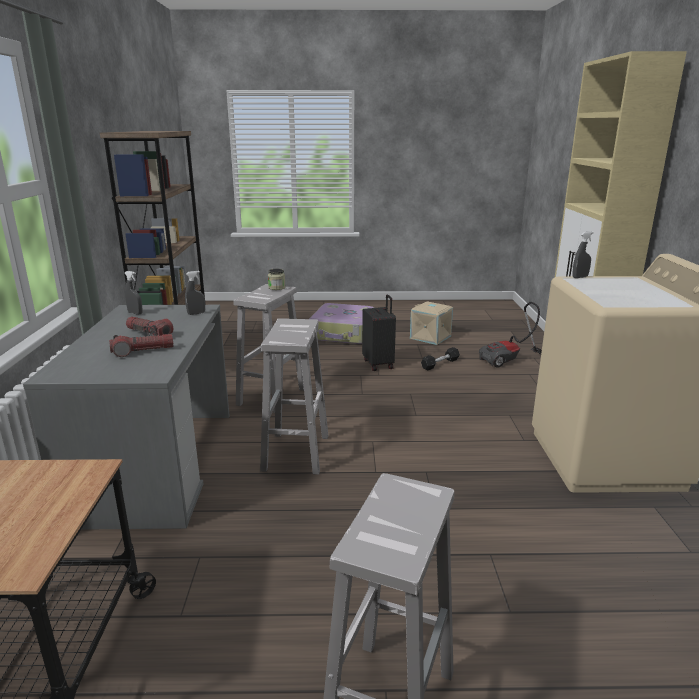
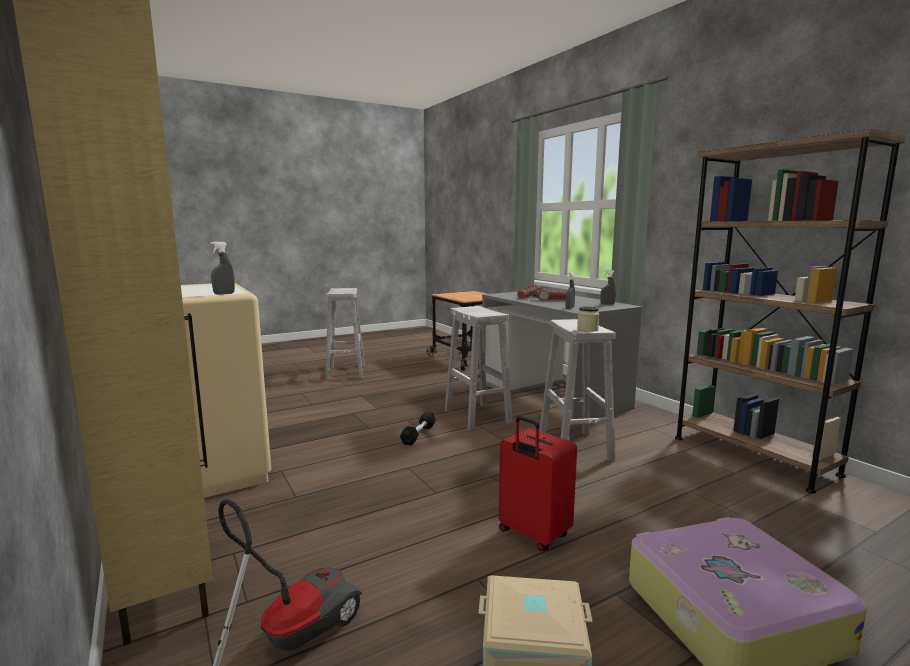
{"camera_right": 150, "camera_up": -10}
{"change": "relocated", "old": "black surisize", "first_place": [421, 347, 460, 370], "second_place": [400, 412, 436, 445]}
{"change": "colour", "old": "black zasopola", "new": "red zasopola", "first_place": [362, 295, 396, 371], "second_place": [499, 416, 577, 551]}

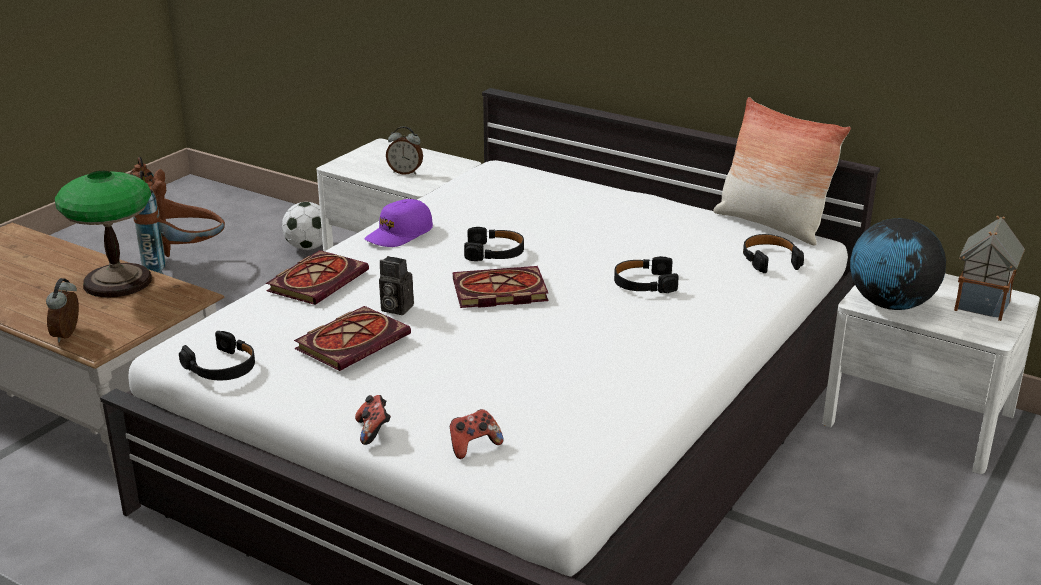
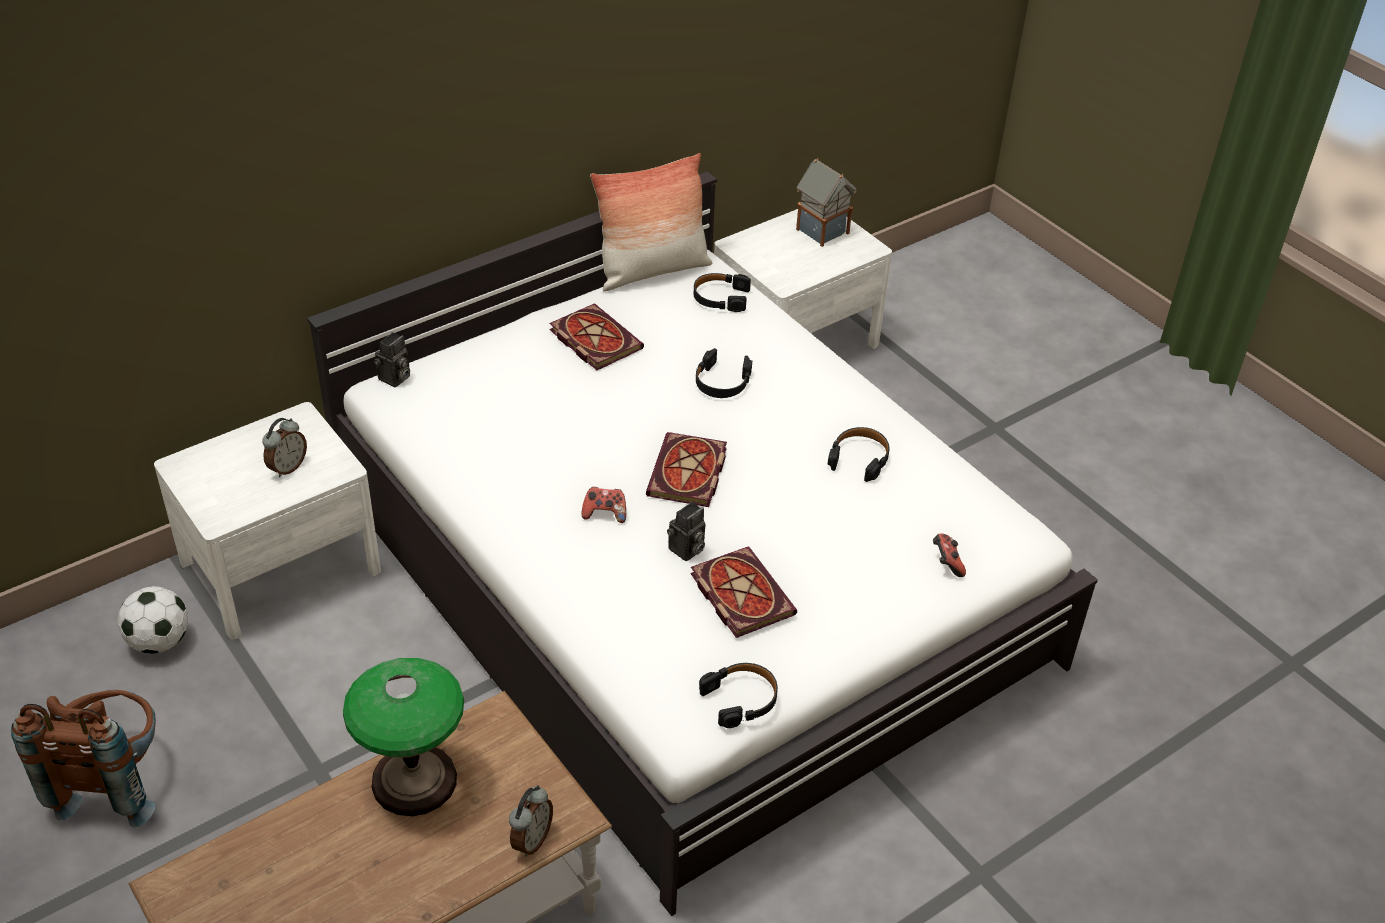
{"camera_right": -70, "camera_up": 15}
{"change": "appeared", "new": "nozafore", "second_place": [374, 332, 410, 387]}
{"change": "spun", "old": "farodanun", "first_place": [46, 278, 79, 342], "second_place": [509, 785, 553, 857], "degrees": -90}
{"change": "relocated", "old": "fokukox", "first_place": [266, 250, 369, 305], "second_place": [549, 303, 644, 370]}
{"change": "relocated", "old": "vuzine", "first_place": [355, 395, 391, 445], "second_place": [581, 487, 626, 523]}
{"change": "relocated", "old": "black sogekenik", "first_place": [464, 227, 524, 261], "second_place": [828, 427, 890, 482]}
{"change": "missing", "old": "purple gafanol", "first_place": [364, 199, 433, 247]}
{"change": "missing", "old": "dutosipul", "first_place": [850, 218, 946, 310]}

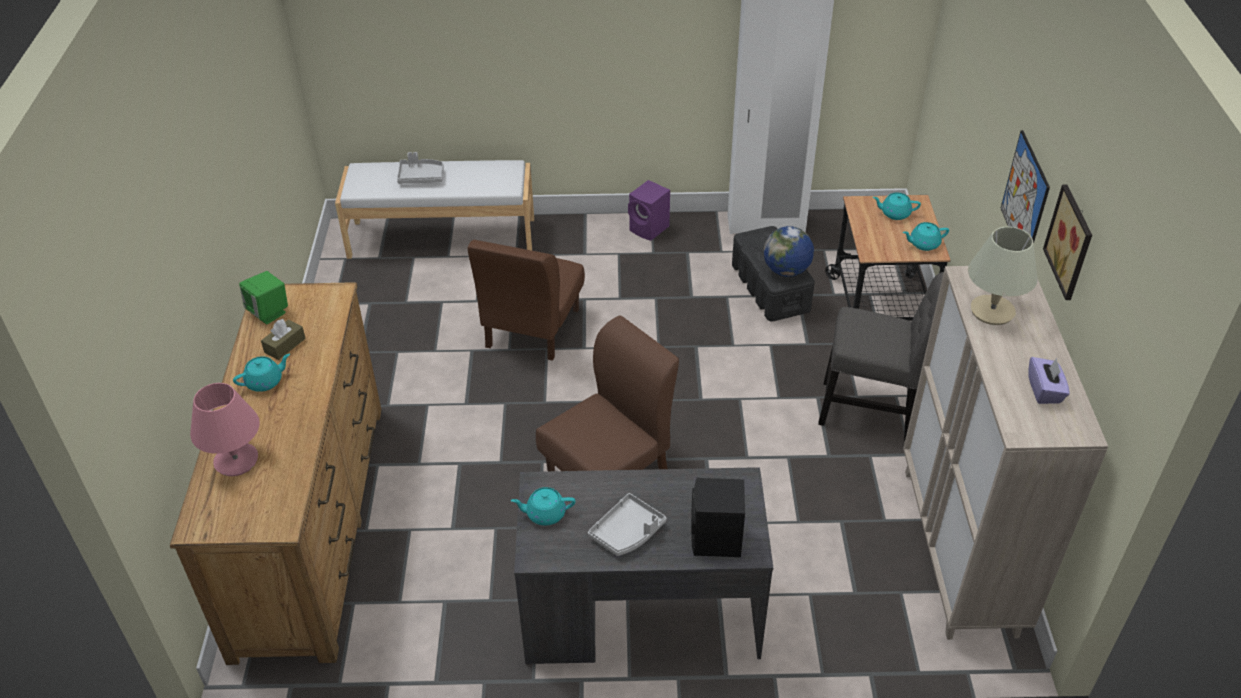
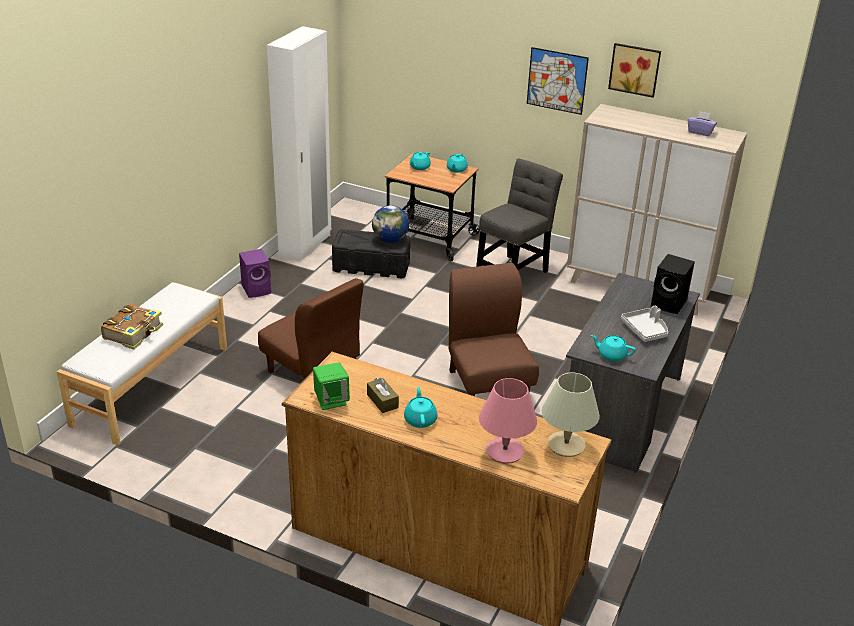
{"camera_right": -65, "camera_up": -10}
{"change": "exchanged", "old": "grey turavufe", "new": "fokukox", "first_place": [397, 152, 444, 184], "second_place": [101, 304, 163, 350]}
{"change": "relocated", "old": "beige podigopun", "first_place": [968, 227, 1038, 325], "second_place": [542, 372, 600, 457]}
{"change": "spun", "old": "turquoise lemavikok", "first_place": [511, 487, 575, 525], "second_place": [591, 335, 636, 361], "degrees": 90}

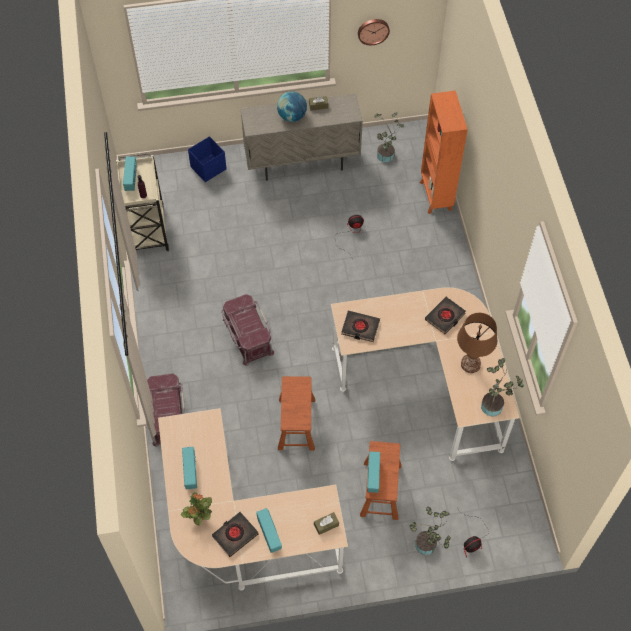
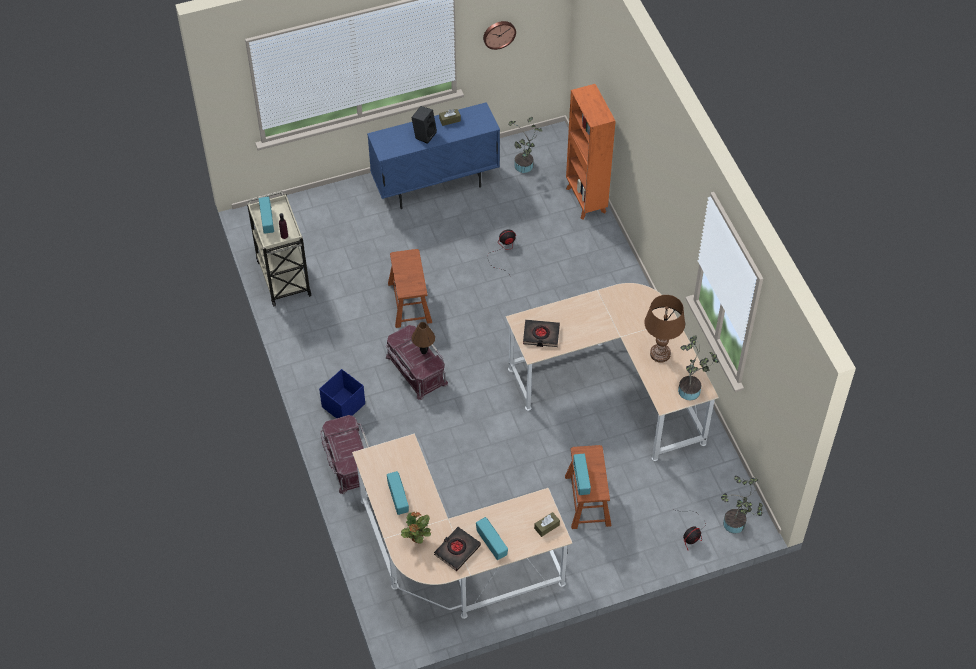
{"camera_right": -10, "camera_up": -5}
{"change": "relocated", "old": "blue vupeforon", "first_place": [188, 136, 227, 182], "second_place": [319, 369, 365, 418]}
{"change": "colour", "old": "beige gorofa", "new": "blue gorofa", "first_place": [240, 93, 363, 181], "second_place": [367, 102, 500, 209]}
{"change": "relocated", "old": "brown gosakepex", "first_place": [278, 376, 315, 451], "second_place": [388, 249, 432, 328]}
{"change": "exchanged", "old": "dutosipul", "new": "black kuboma", "first_place": [277, 91, 307, 122], "second_place": [411, 106, 437, 144]}
{"change": "appeared", "new": "brown podigopun", "second_place": [412, 322, 435, 354]}
{"change": "relocated", "old": "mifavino", "first_place": [410, 507, 451, 555], "second_place": [721, 476, 763, 534]}
{"change": "missing", "old": "black fokukox", "first_place": [425, 297, 466, 334]}

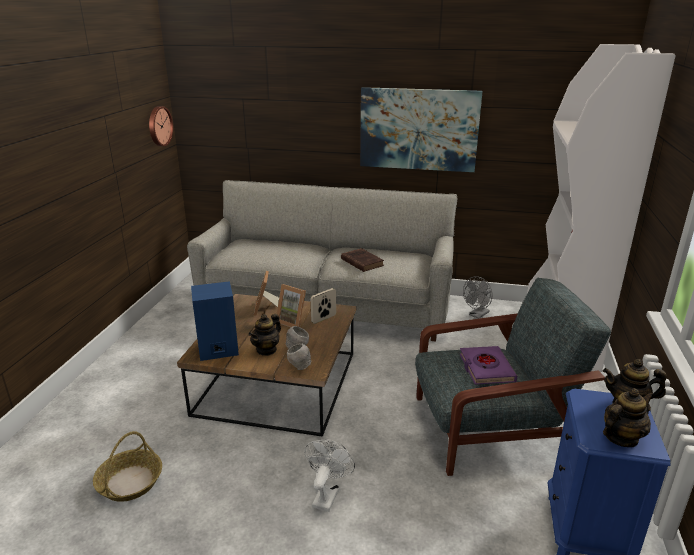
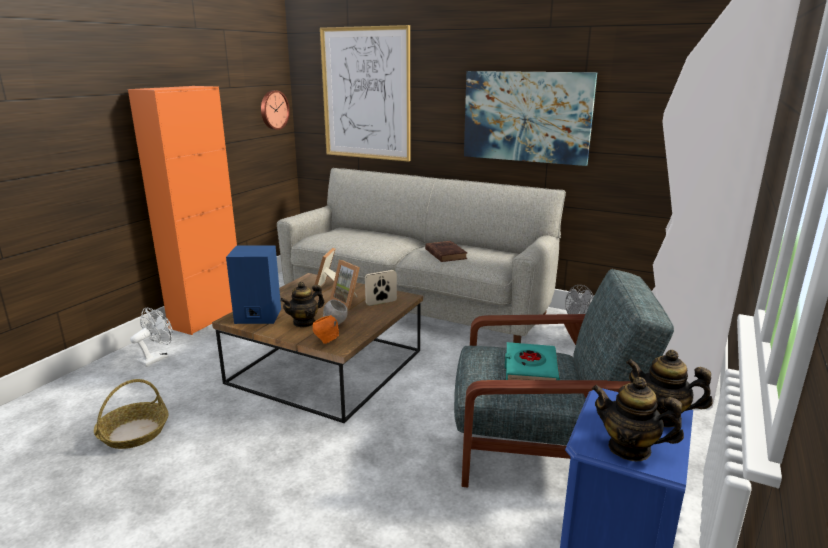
{"camera_right": 15, "camera_up": -5}
{"change": "appeared", "new": "orange gorofa", "second_place": [128, 86, 237, 335]}
{"change": "relocated", "old": "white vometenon", "first_place": [304, 439, 355, 512], "second_place": [130, 308, 173, 367]}
{"change": "colour", "old": "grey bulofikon", "new": "orange bulofikon", "first_place": [287, 344, 311, 370], "second_place": [313, 315, 339, 344]}
{"change": "appeared", "new": "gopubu", "second_place": [320, 25, 411, 162]}
{"change": "colour", "old": "purple fokukox", "new": "turquoise fokukox", "first_place": [460, 346, 517, 385], "second_place": [505, 342, 560, 380]}
{"change": "spun", "old": "lemavikok", "first_place": [603, 388, 654, 447], "second_place": [592, 377, 684, 461], "degrees": -135}

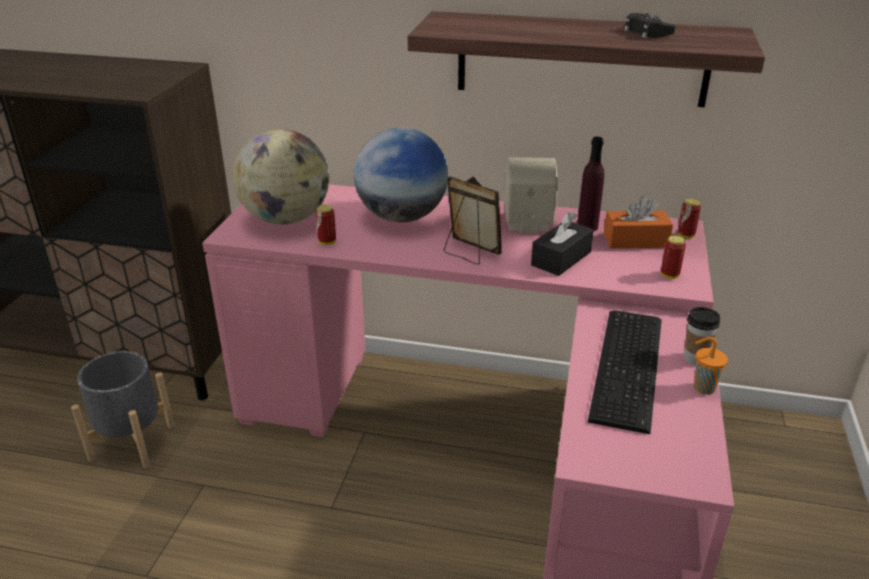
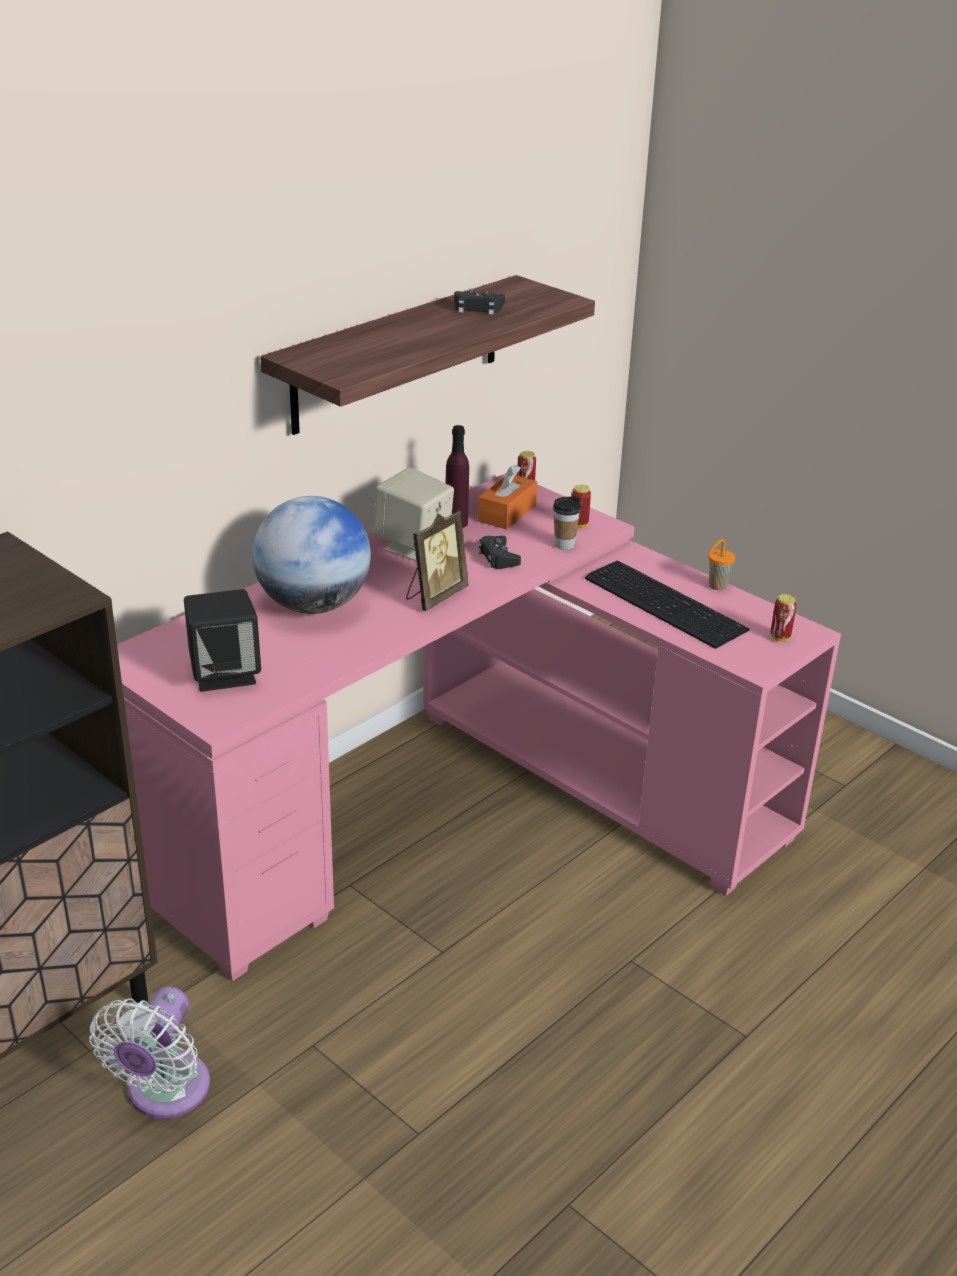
{"camera_right": -60, "camera_up": 0}
{"change": "exchanged", "old": "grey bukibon", "new": "white vometenon", "first_place": [71, 351, 175, 468], "second_place": [90, 986, 210, 1119]}
{"change": "exchanged", "old": "dutosipul", "new": "black kuboma", "first_place": [233, 129, 329, 225], "second_place": [184, 589, 261, 692]}
{"change": "spun", "old": "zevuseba", "first_place": [444, 176, 502, 265], "second_place": [406, 510, 468, 611], "degrees": 150}
{"change": "exchanged", "old": "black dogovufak", "new": "black vuzine", "first_place": [531, 212, 593, 276], "second_place": [478, 536, 521, 569]}
{"change": "relocated", "old": "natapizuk", "first_place": [684, 307, 720, 365], "second_place": [553, 497, 581, 550]}
{"change": "relocated", "old": "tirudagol", "first_place": [316, 205, 336, 245], "second_place": [770, 594, 797, 641]}

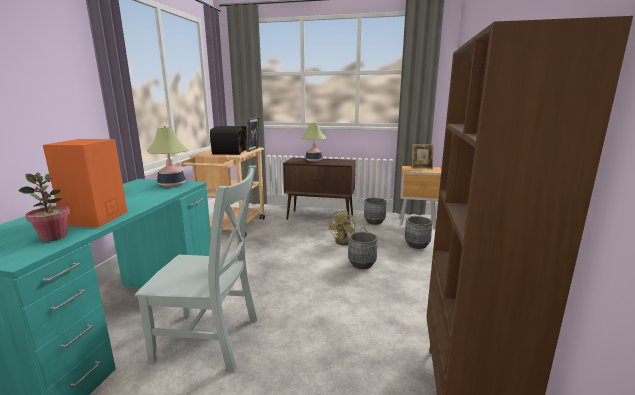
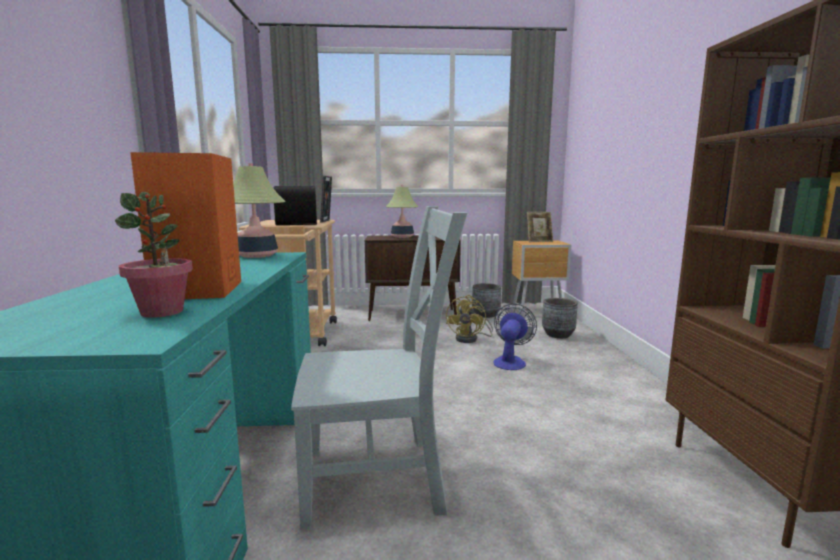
{"camera_right": -15, "camera_up": -5}
{"change": "exchanged", "old": "grey bukibon", "new": "vometenon", "first_place": [348, 232, 378, 269], "second_place": [494, 304, 537, 370]}

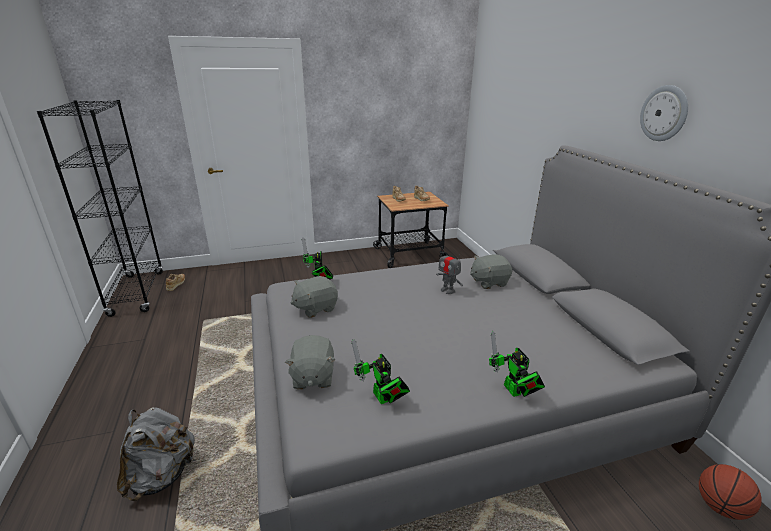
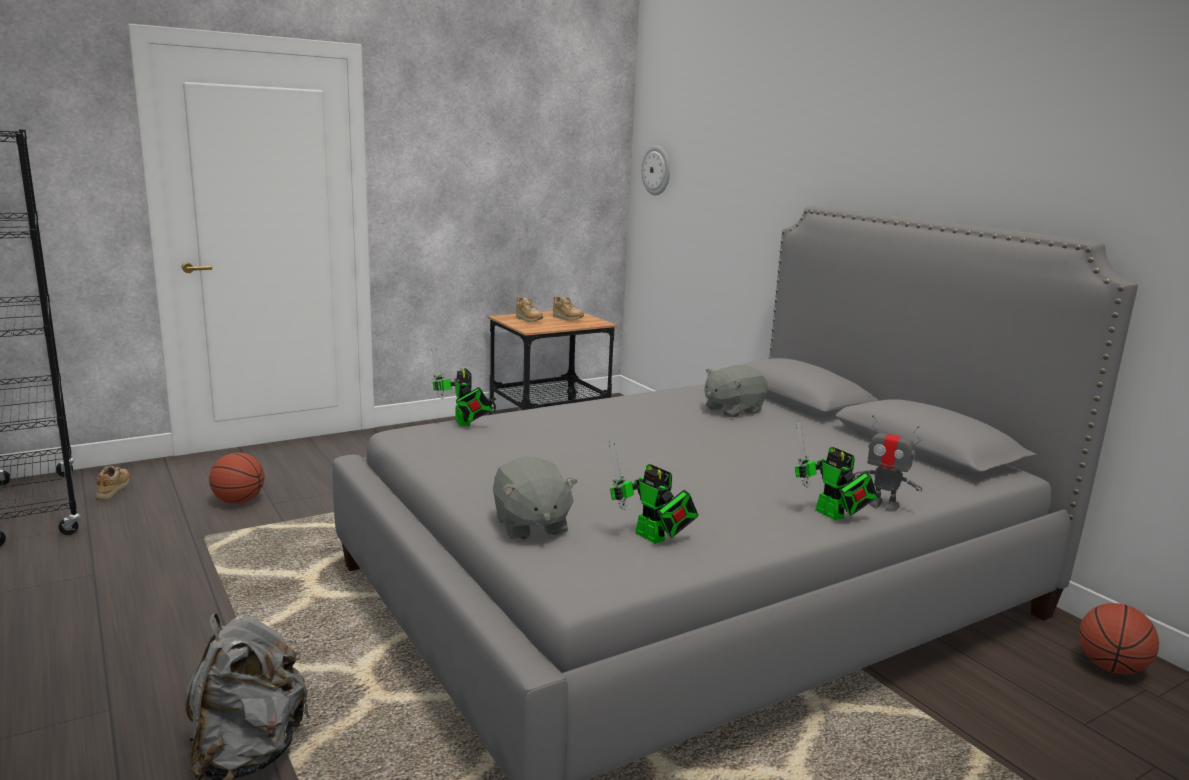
{"camera_right": -15, "camera_up": -10}
{"change": "appeared", "new": "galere", "second_place": [209, 452, 264, 504]}
{"change": "relocated", "old": "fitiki", "first_place": [640, 85, 688, 141], "second_place": [641, 145, 670, 195]}
{"change": "relocated", "old": "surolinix", "first_place": [436, 249, 463, 294], "second_place": [854, 415, 922, 512]}
{"change": "missing", "old": "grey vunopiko", "first_place": [291, 276, 338, 318]}

